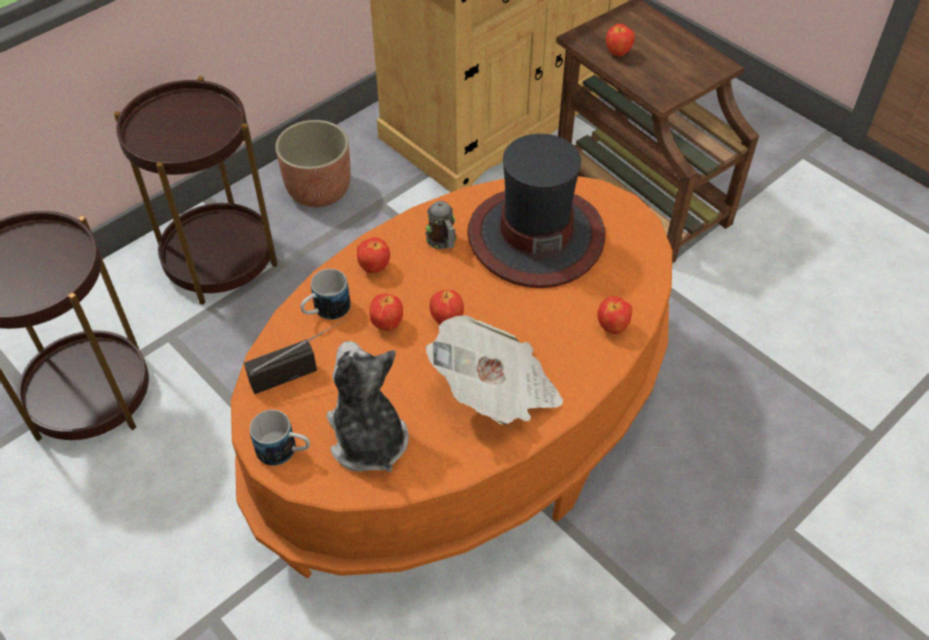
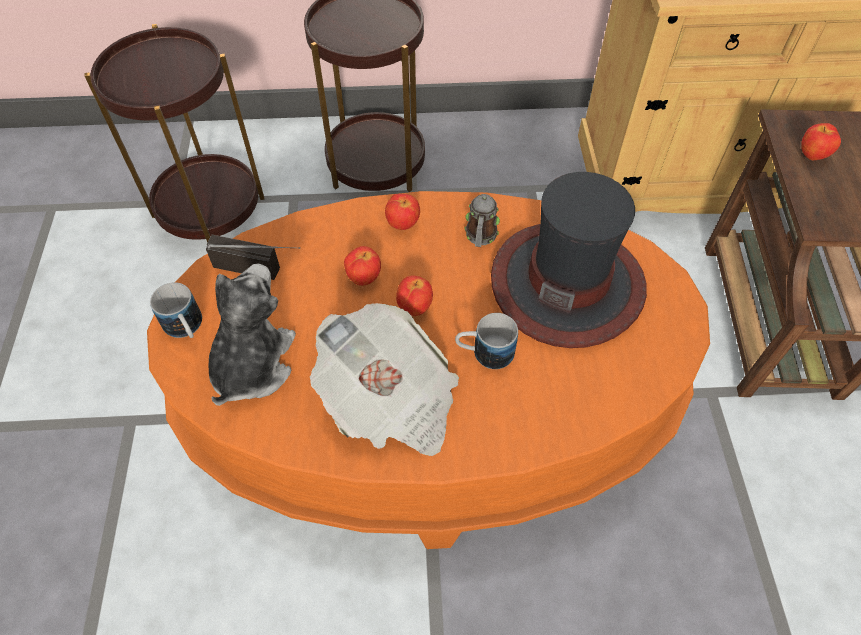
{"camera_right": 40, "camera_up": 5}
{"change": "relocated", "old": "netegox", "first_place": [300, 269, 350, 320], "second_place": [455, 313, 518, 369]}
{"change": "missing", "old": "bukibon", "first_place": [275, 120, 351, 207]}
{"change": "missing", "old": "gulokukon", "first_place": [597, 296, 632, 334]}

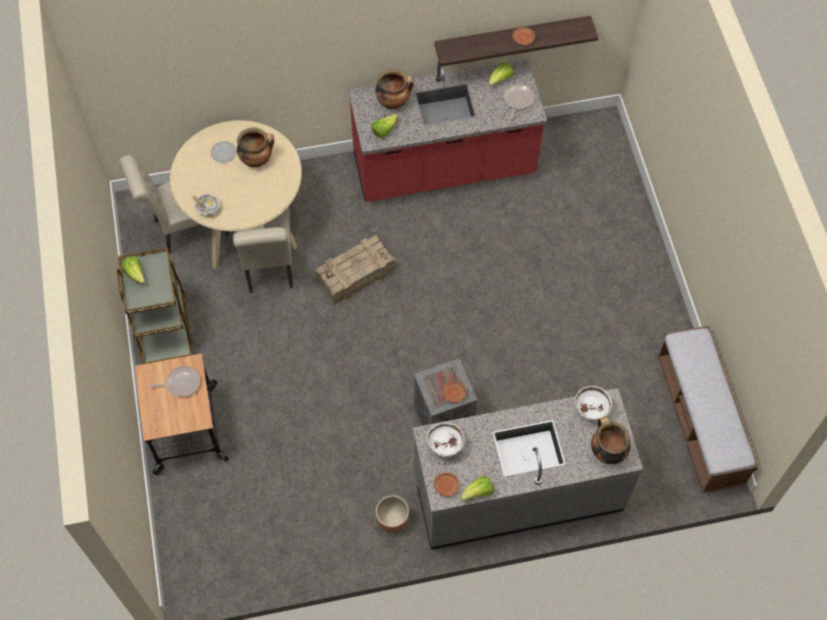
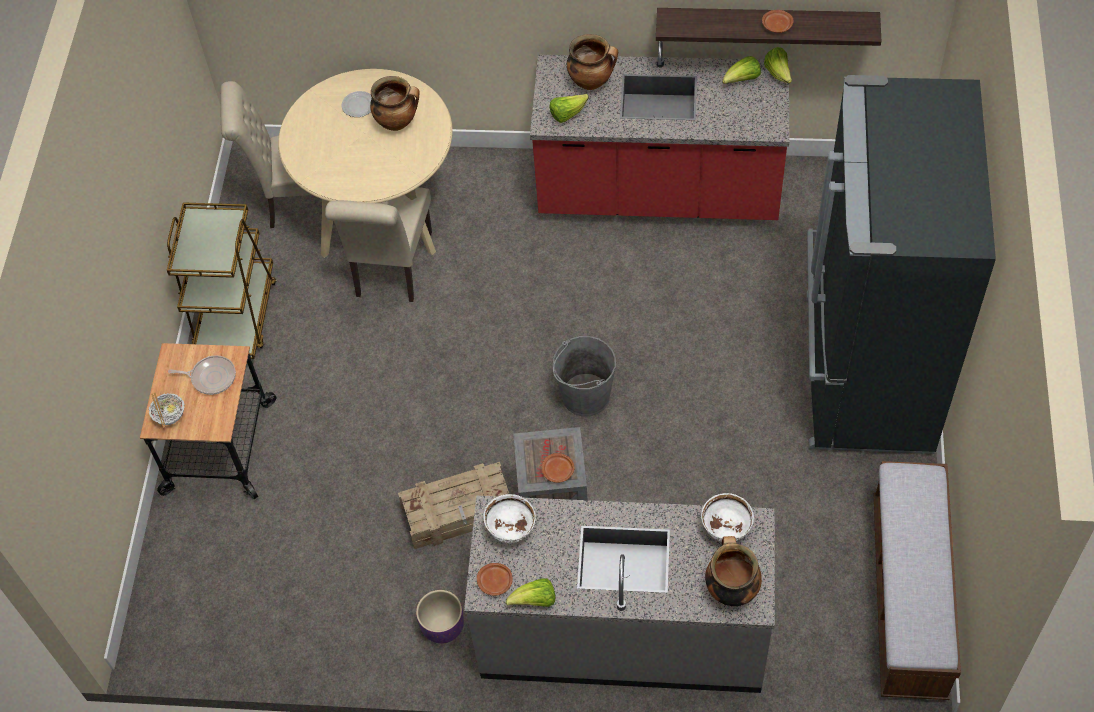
{"camera_right": 20, "camera_up": -5}
{"change": "relocated", "old": "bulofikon", "first_place": [192, 194, 219, 217], "second_place": [149, 393, 185, 428]}
{"change": "relocated", "old": "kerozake", "first_place": [315, 235, 395, 305], "second_place": [398, 462, 509, 549]}
{"change": "colour", "old": "brown bukibon", "new": "purple bukibon", "first_place": [376, 495, 409, 533], "second_place": [416, 590, 464, 644]}
{"change": "appeared", "new": "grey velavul", "second_place": [553, 336, 616, 416]}
{"change": "relocated", "old": "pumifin", "first_place": [122, 256, 145, 284], "second_place": [764, 47, 792, 83]}
{"change": "appeared", "new": "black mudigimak", "second_place": [807, 75, 996, 454]}
{"change": "missing", "old": "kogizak", "first_place": [504, 83, 535, 120]}

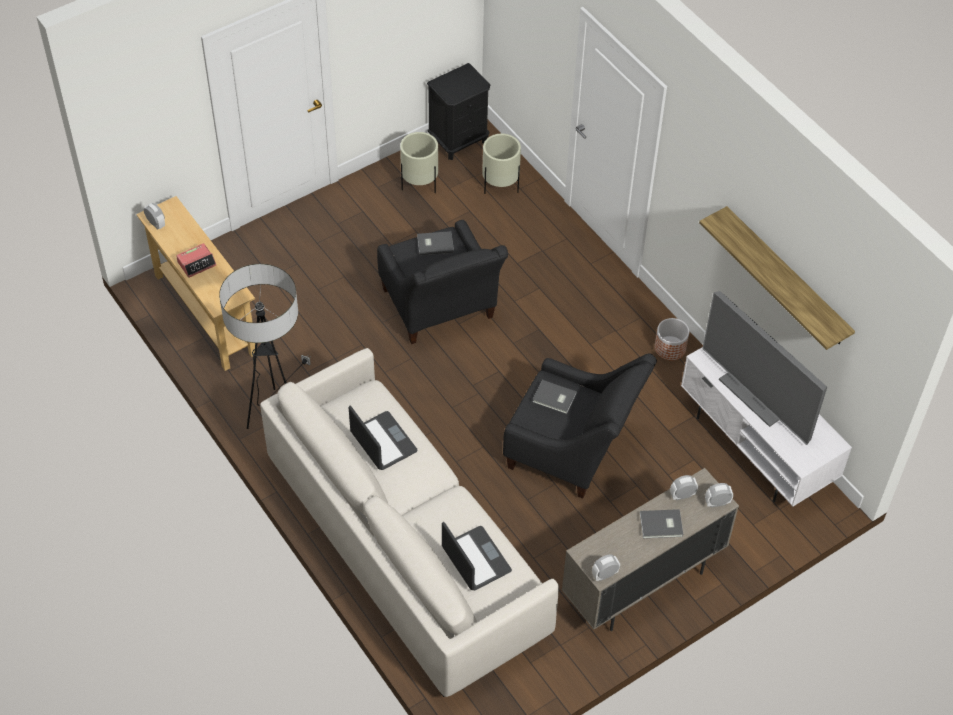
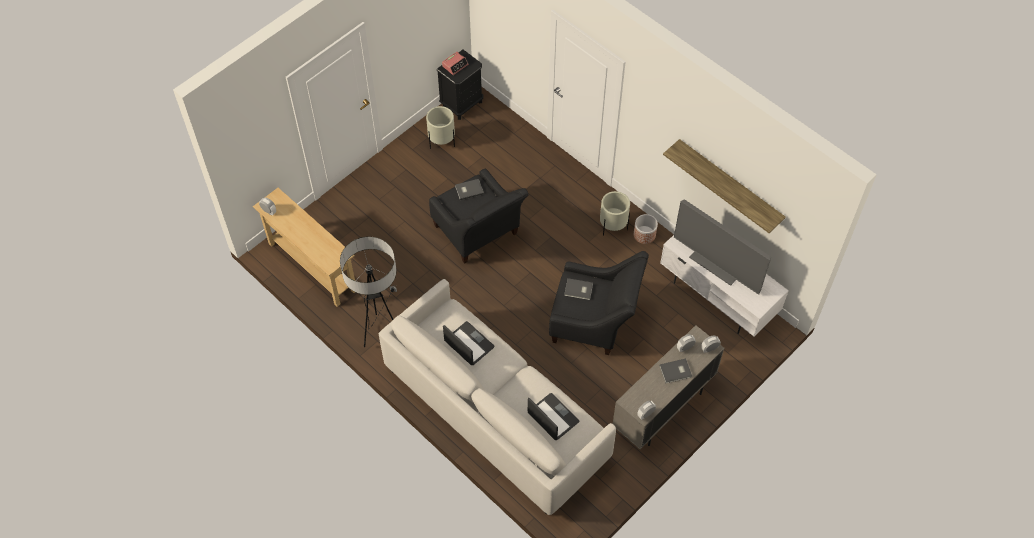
{"camera_right": -10, "camera_up": 5}
{"change": "relocated", "old": "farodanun", "first_place": [176, 243, 216, 278], "second_place": [442, 52, 468, 75]}
{"change": "relocated", "old": "beige bukibon", "first_place": [482, 134, 521, 194], "second_place": [600, 191, 630, 236]}

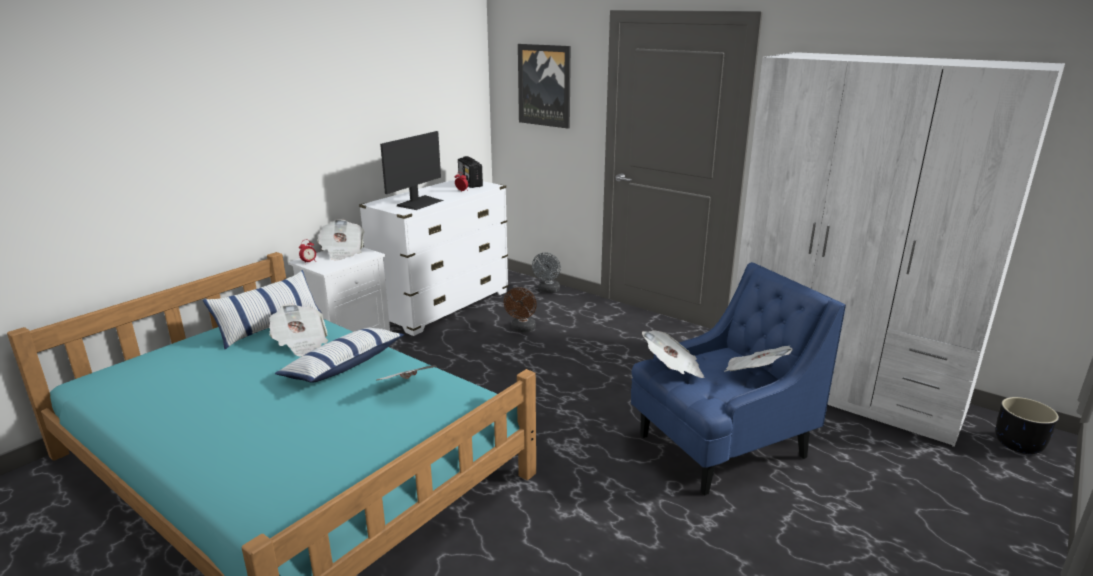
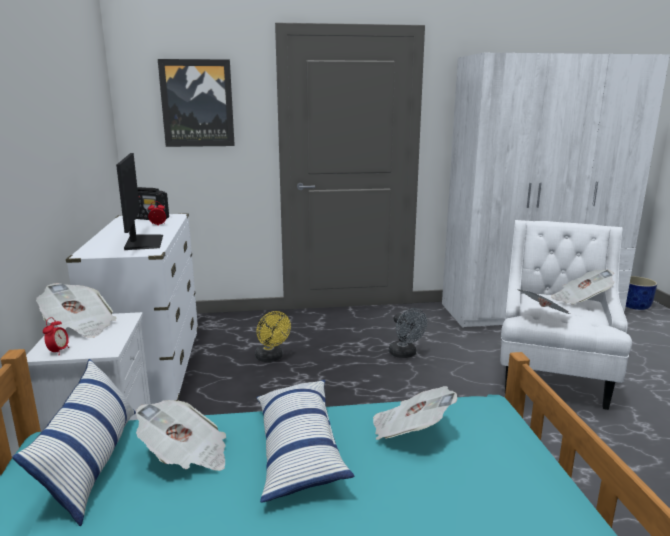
{"camera_right": -45, "camera_up": -5}
{"change": "colour", "old": "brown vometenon", "new": "yellow vometenon", "first_place": [504, 287, 537, 332], "second_place": [255, 311, 291, 362]}
{"change": "relocated", "old": "grey vometenon", "first_place": [532, 252, 561, 293], "second_place": [389, 308, 427, 358]}
{"change": "colour", "old": "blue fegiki", "new": "white fegiki", "first_place": [631, 262, 846, 496], "second_place": [500, 220, 632, 410]}
{"change": "colour", "old": "black bukibon", "new": "blue bukibon", "first_place": [995, 397, 1059, 454], "second_place": [626, 276, 657, 310]}

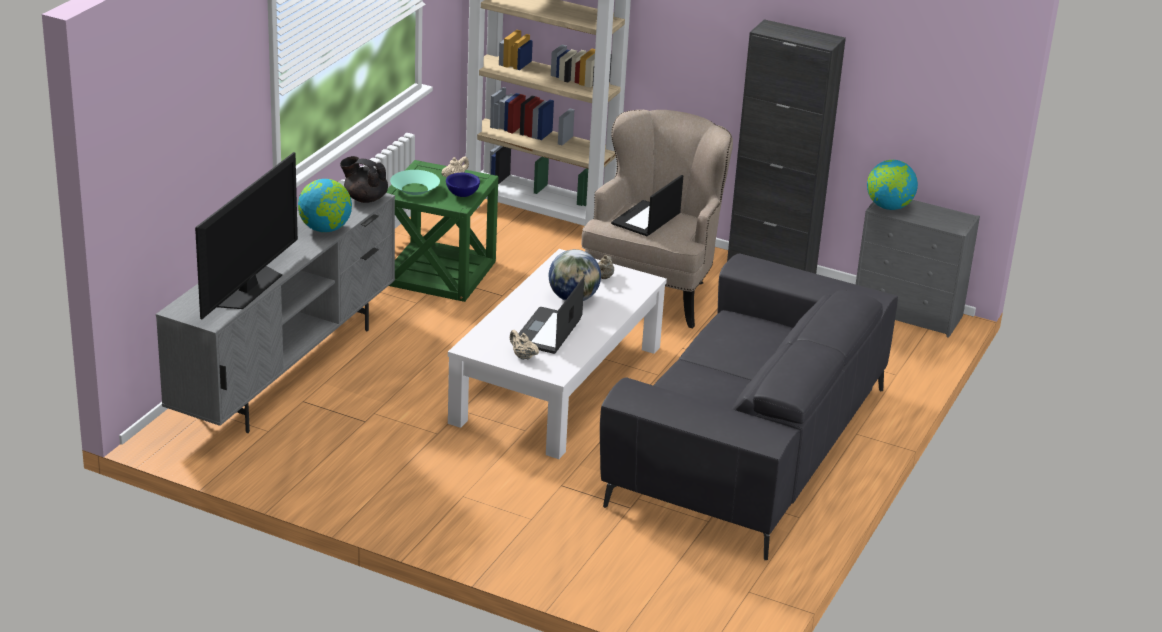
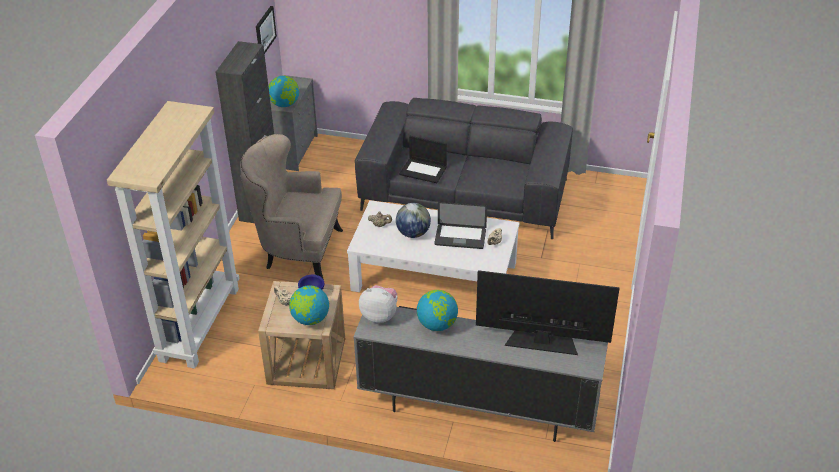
{"camera_right": -100, "camera_up": 10}
{"change": "appeared", "new": "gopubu", "second_place": [256, 6, 277, 54]}
{"change": "colour", "old": "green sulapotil", "new": "beige sulapotil", "first_place": [386, 160, 498, 302], "second_place": [258, 281, 346, 389]}
{"change": "exchanged", "old": "turquoise bulofikon", "new": "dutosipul", "first_place": [390, 170, 440, 195], "second_place": [289, 285, 329, 325]}
{"change": "exchanged", "old": "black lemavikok", "new": "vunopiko", "first_place": [340, 156, 388, 203], "second_place": [359, 285, 398, 323]}
{"change": "relocated", "old": "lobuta", "first_place": [611, 175, 683, 236], "second_place": [399, 136, 447, 183]}

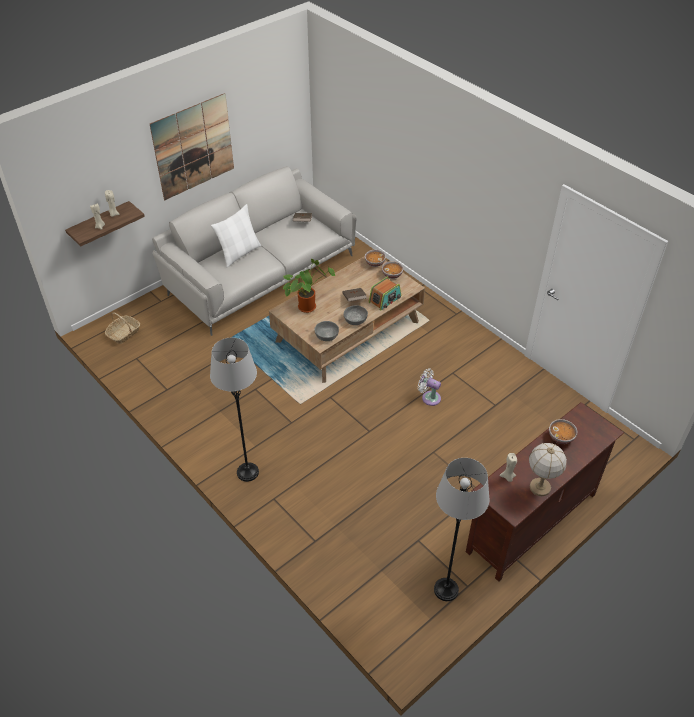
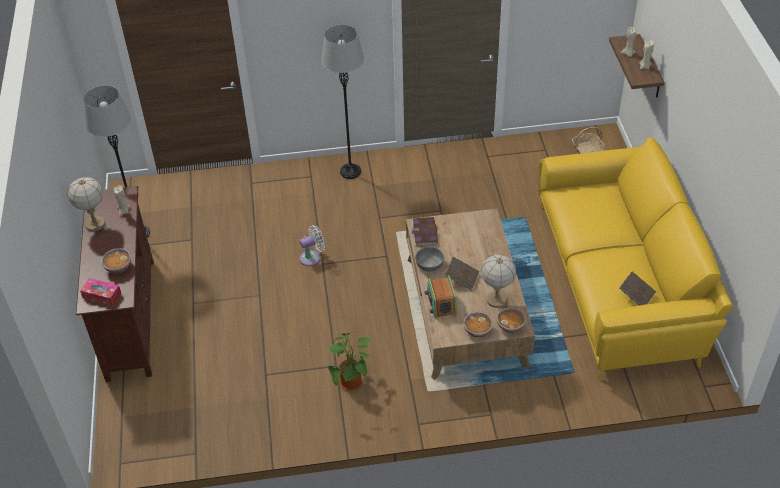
{"camera_right": 125, "camera_up": 0}
{"change": "appeared", "new": "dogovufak", "second_place": [80, 278, 121, 306]}
{"change": "relocated", "old": "white vometenon", "first_place": [418, 369, 441, 406], "second_place": [300, 225, 325, 266]}
{"change": "relocated", "old": "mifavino", "first_place": [283, 259, 335, 313], "second_place": [327, 333, 371, 391]}
{"change": "exchanged", "old": "grey bulofikon", "new": "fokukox", "first_place": [314, 321, 339, 341], "second_place": [412, 217, 438, 247]}
{"change": "appeared", "new": "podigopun", "second_place": [481, 255, 516, 308]}
{"change": "colour", "old": "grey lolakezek", "new": "yellow lolakezek", "first_place": [152, 166, 357, 336], "second_place": [538, 137, 733, 381]}
{"change": "missing", "old": "gopubu", "first_place": [150, 93, 234, 200]}
{"change": "missing", "old": "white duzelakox", "first_place": [211, 204, 261, 267]}

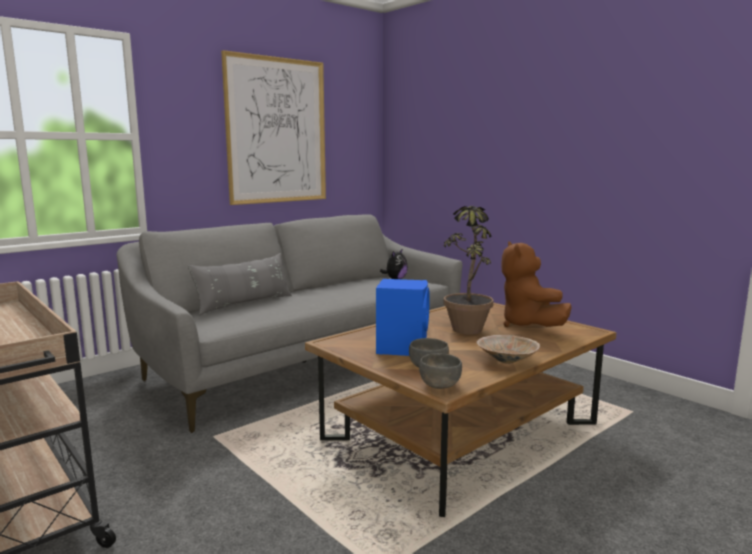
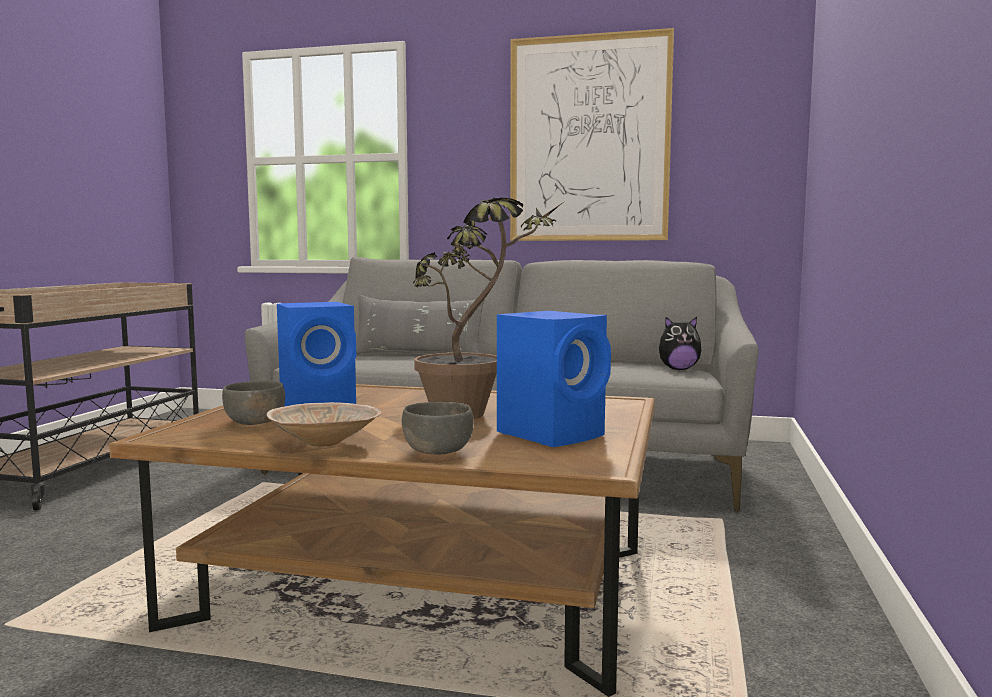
{"camera_right": 55, "camera_up": -5}
{"change": "relocated", "old": "grey bulofikon", "first_place": [419, 353, 462, 389], "second_place": [402, 402, 474, 454]}
{"change": "exchanged", "old": "brown vunopiko", "new": "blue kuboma", "first_place": [501, 241, 572, 327], "second_place": [497, 311, 611, 447]}

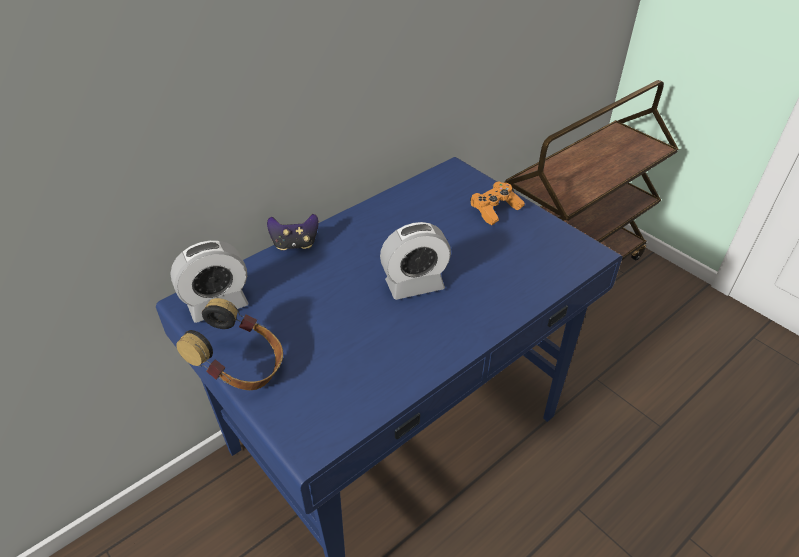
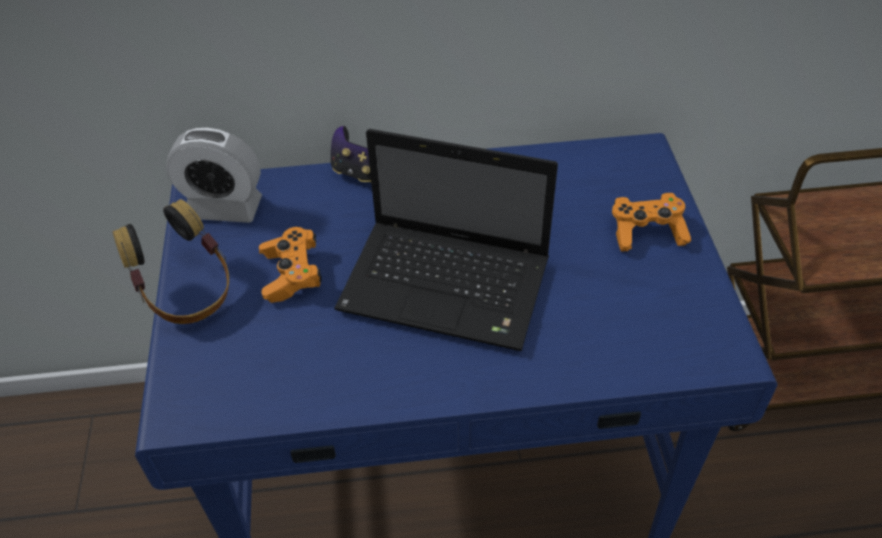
{"camera_right": 35, "camera_up": 5}
{"change": "appeared", "new": "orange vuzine", "second_place": [259, 227, 321, 303]}
{"change": "exchanged", "old": "farodanun", "new": "lobuta", "first_place": [380, 222, 451, 300], "second_place": [334, 129, 558, 351]}

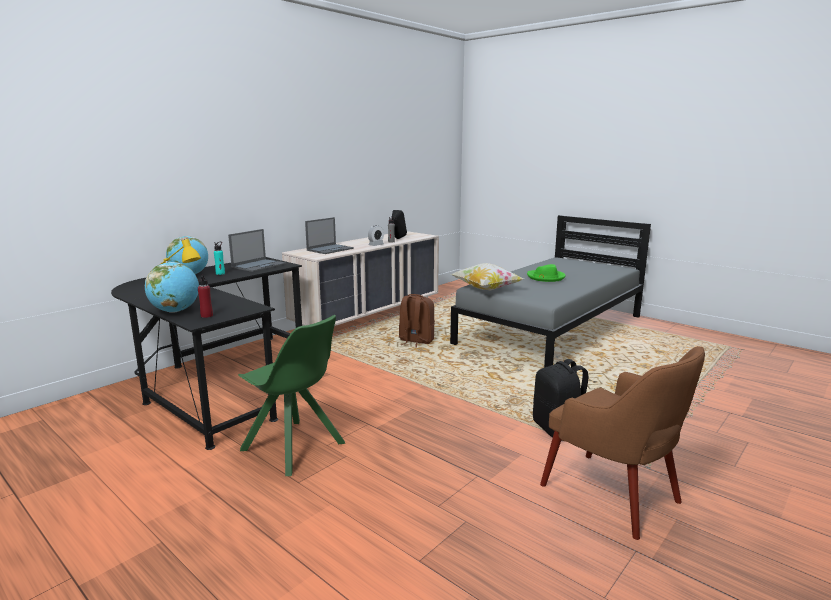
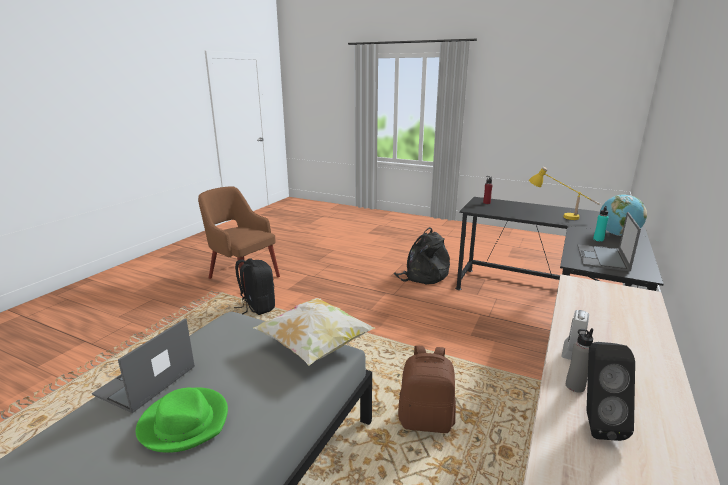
{"camera_right": 165, "camera_up": 5}
{"change": "relocated", "old": "lobuta", "first_place": [305, 217, 354, 254], "second_place": [92, 318, 195, 413]}
{"change": "exchanged", "old": "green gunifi", "new": "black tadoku", "first_place": [238, 315, 345, 476], "second_place": [393, 227, 450, 285]}
{"change": "missing", "old": "dutosipul", "first_place": [145, 262, 199, 313]}

